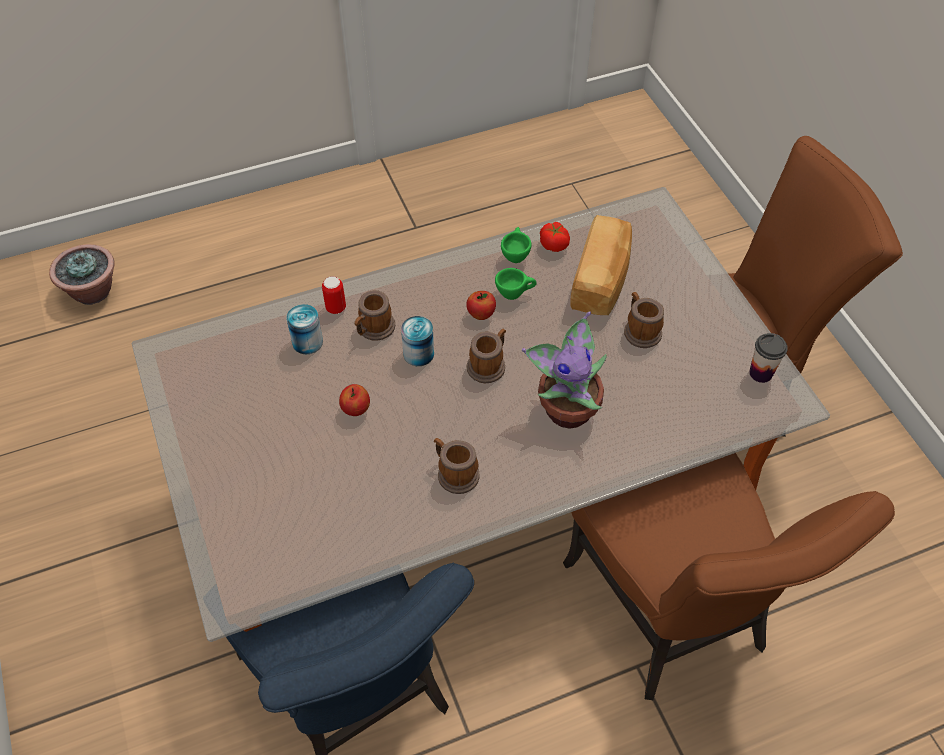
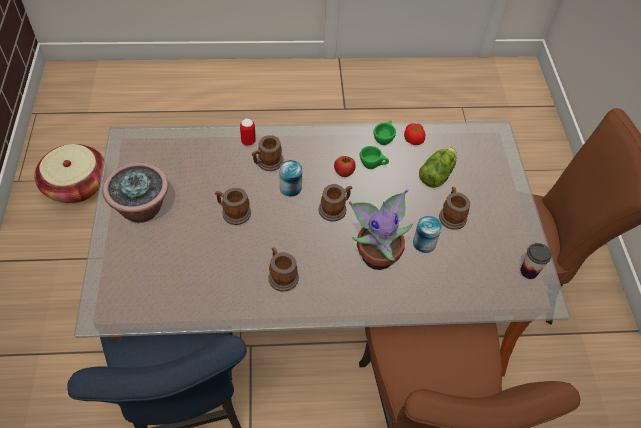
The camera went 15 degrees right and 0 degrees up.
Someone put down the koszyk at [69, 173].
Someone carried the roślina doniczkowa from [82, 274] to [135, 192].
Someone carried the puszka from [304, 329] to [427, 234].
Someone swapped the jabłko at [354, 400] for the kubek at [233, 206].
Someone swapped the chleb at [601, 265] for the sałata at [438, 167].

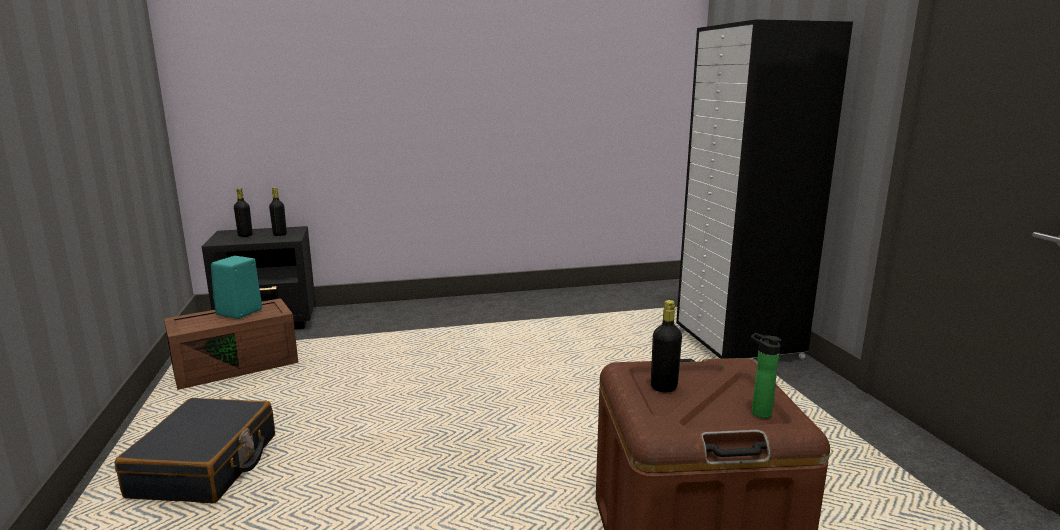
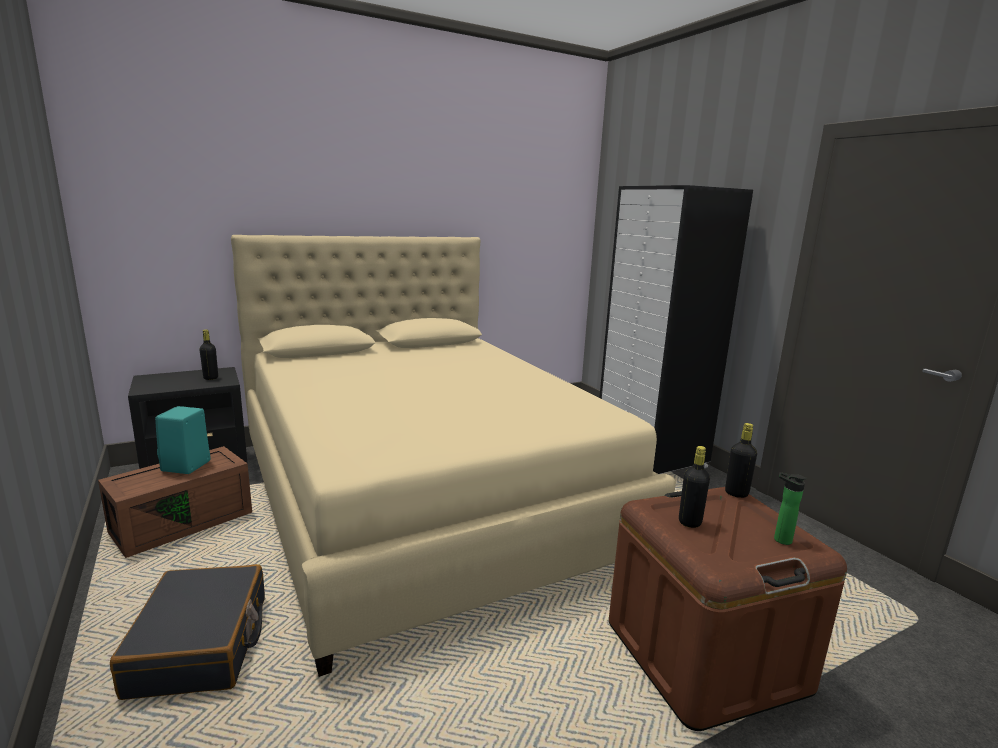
The camera went 15 degrees left and 0 degrees up.
Someone put down the łóżko (beżowy) at [453, 456].
Someone carried the butelka (czarny) from [243, 212] to [741, 460].

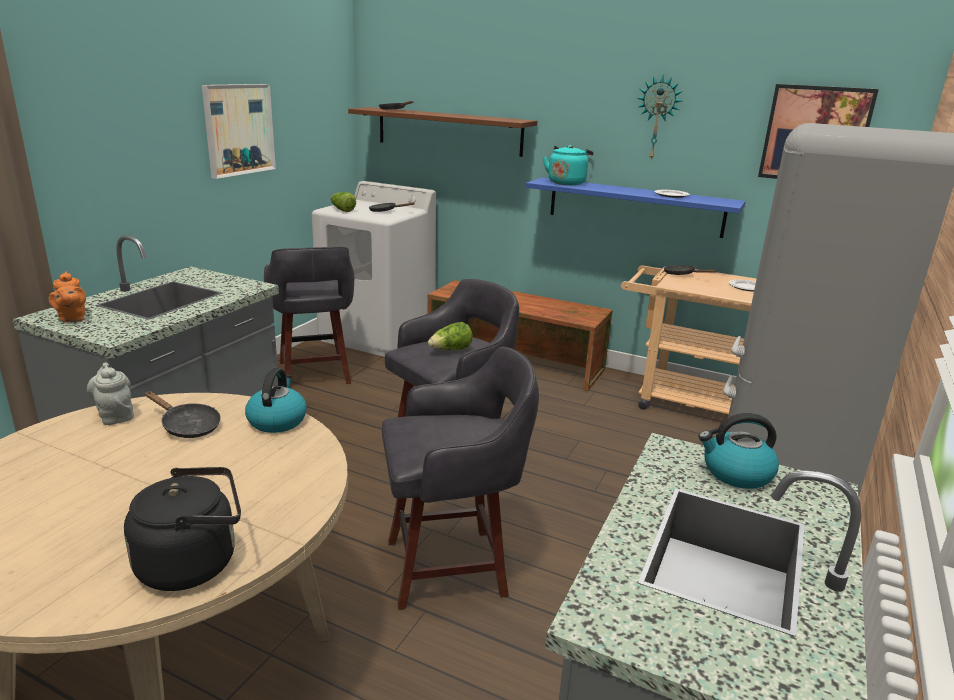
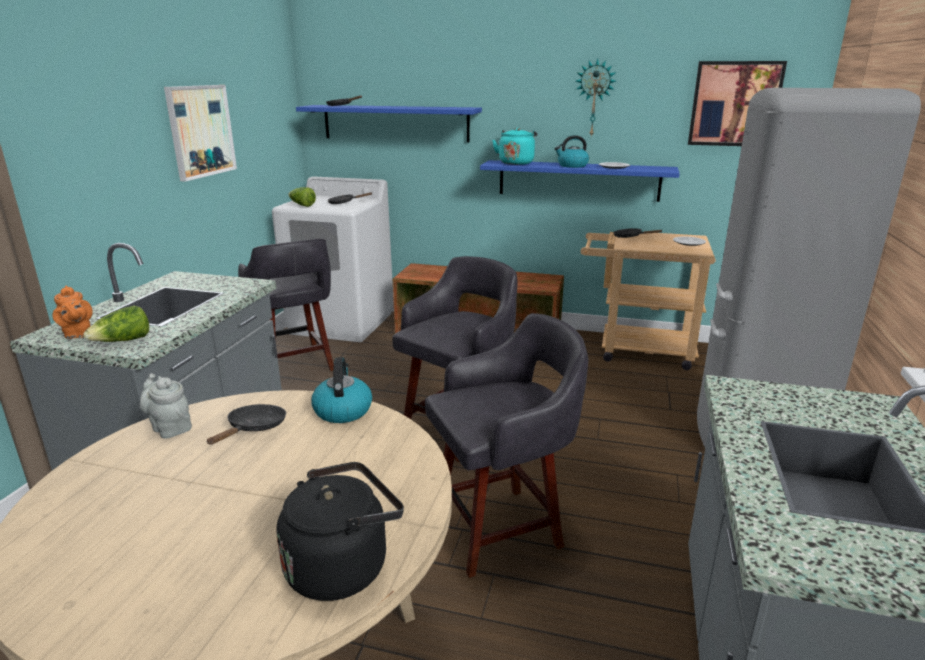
The camera went 10 degrees left and 0 degrees up.
Someone carried the sałata from [450, 336] to [116, 324].
Someone carried the czajnik from [739, 451] to [571, 151].
Someone repainted the półka (brązowy) at [442, 132], which became the półka (niebieski) at [389, 123].
Someone rotated the patelnia (czarny) at [183, 414] by 90 degrees counterclockwise.

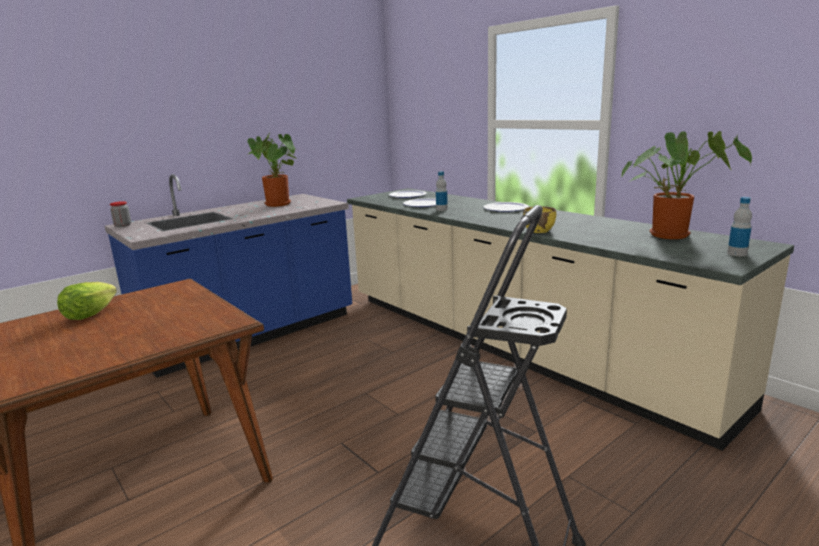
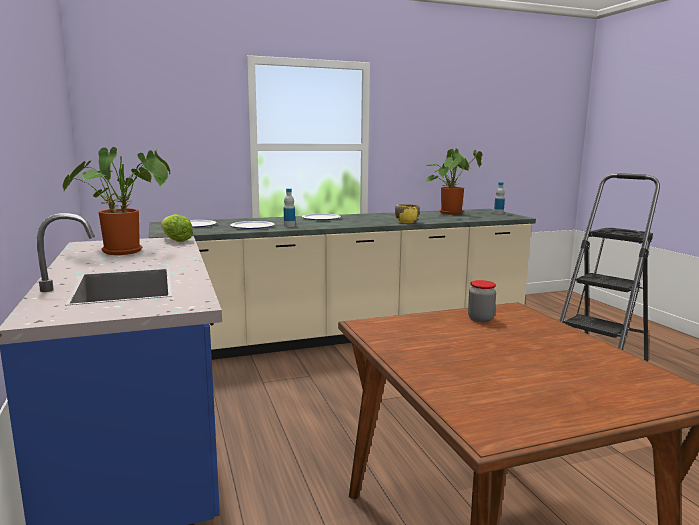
The camera went 70 degrees left and 5 degrees down.
Someone carried the sałata from [87, 301] to [177, 228].
Someone carried the słoik from [120, 214] to [482, 301].

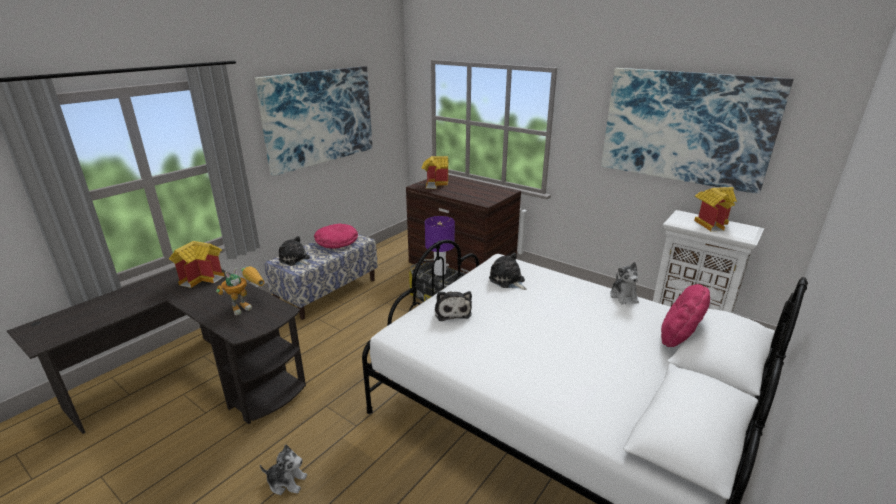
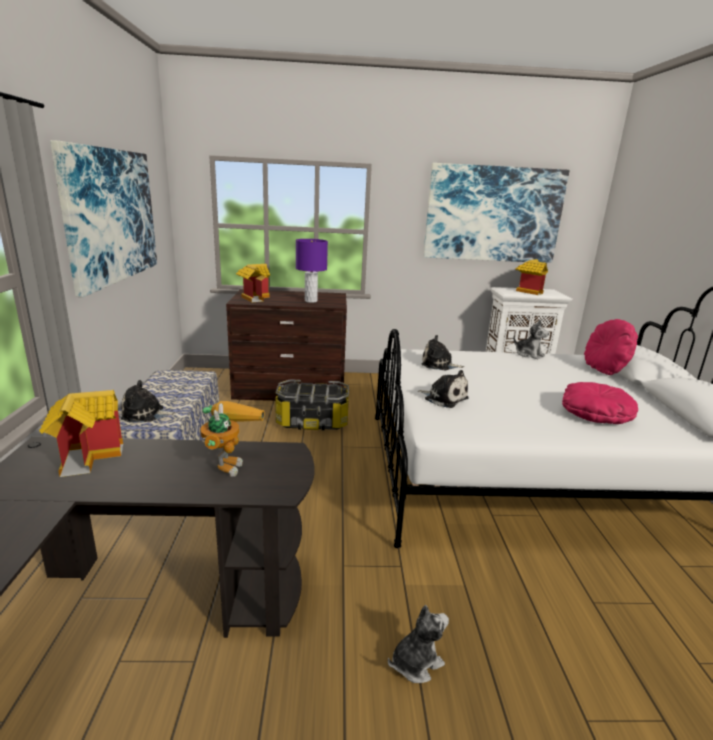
The camera went 40 degrees left and 5 degrees down.
Someone carried the poduszka (różowy) from [336, 236] to [600, 403].
Someone carried the lampa stołowa (fioletowy) from [440, 246] to [312, 271].

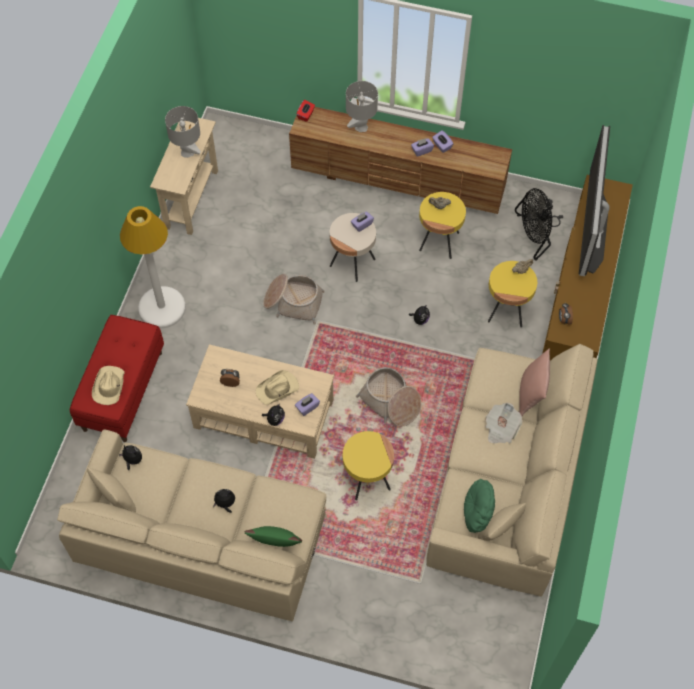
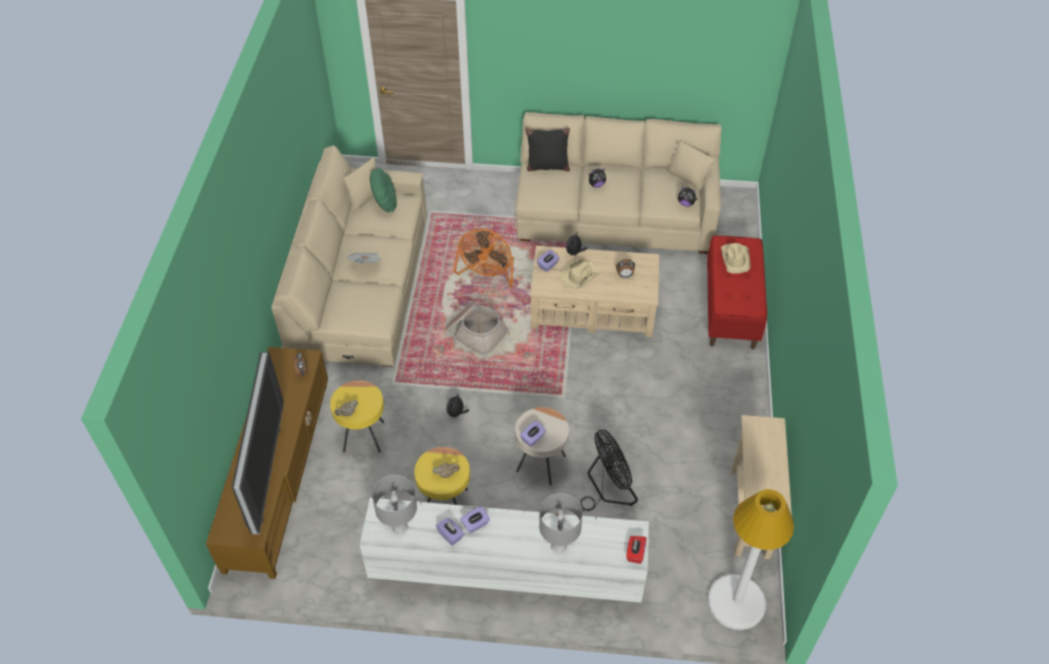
The camera went 170 degrees right and 10 degrees down.
Someone took away the koszyk at [294, 299].
Someone took away the poduszka (różowy) at [534, 382].
Someone carried the lampa stojąca (biały) from [153, 267] to [750, 559].
Someone carried the lampa stołowa (szary) from [183, 132] to [394, 505].
Someone carried the wentylator (czarny) from [539, 224] to [609, 470].
Someone swapped the stolik (żółty) at [368, 465] for the wentylator (pomarańczowy) at [484, 257].
Someone repainted the poduszka (zielony) at [273, 536], which became the poduszka (czarny) at [547, 149].
Someone repainted the szafka (brązowy) at [400, 159], which became the szafka (biały) at [504, 550].

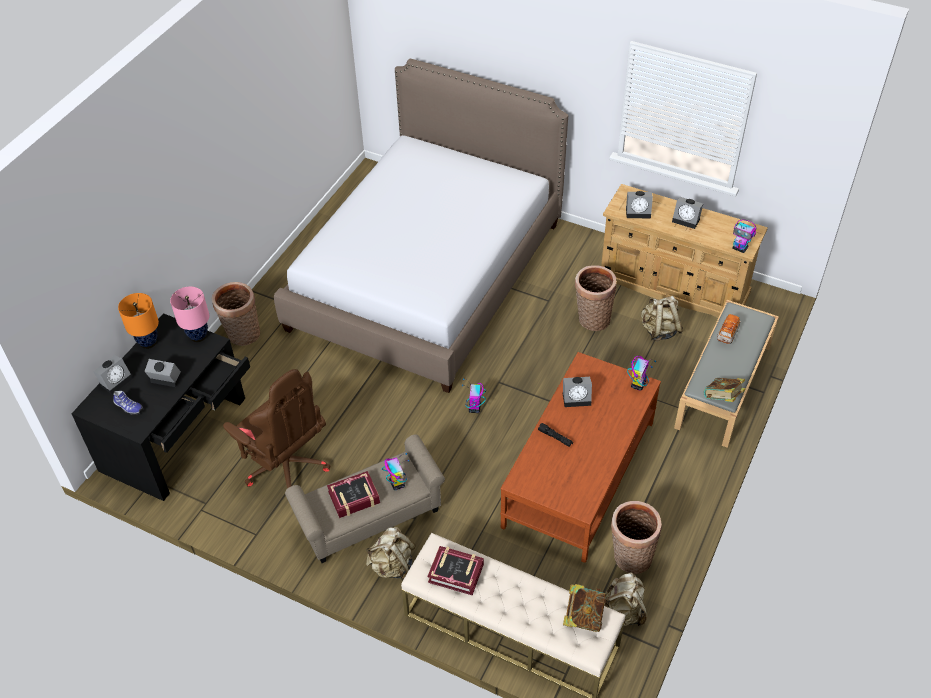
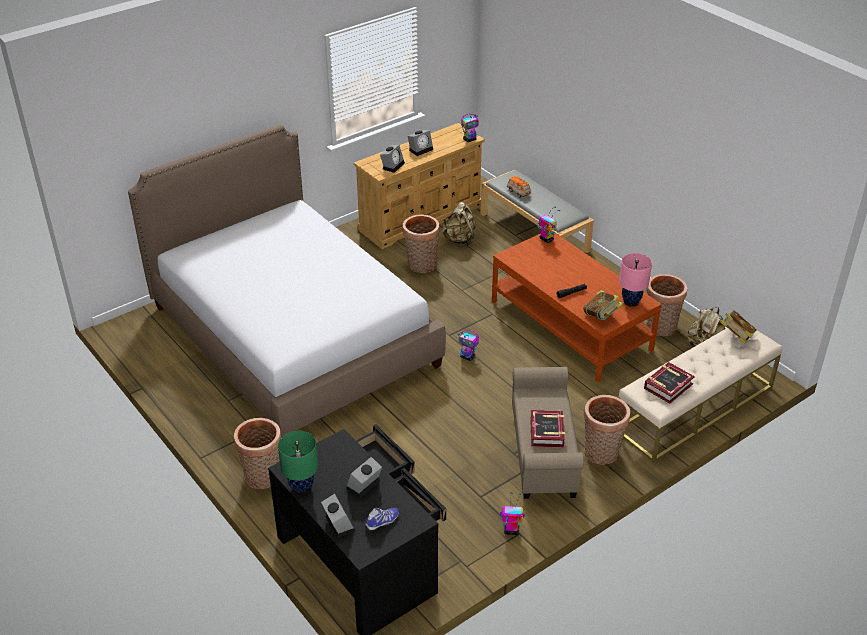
The camera went 65 degrees left and 10 degrees down.
Someone took away the krzesło biurowe (brązowy) at [276, 429].
Someone took away the budzik at [577, 392].
Someone carried the lampa stołowa (różowy) from [189, 314] to [635, 280].
Someone carried the robot zabawkowy from [396, 471] to [512, 513].
Someone carried the książka from [725, 390] to [603, 305].
Someone swapped the plecak (beżowy) at [391, 554] for the koszyk at [607, 430].
Someone repainted the lampa stołowa (pomarańczowy) at [138, 321], which became the lampa stołowa (zielony) at [298, 463].

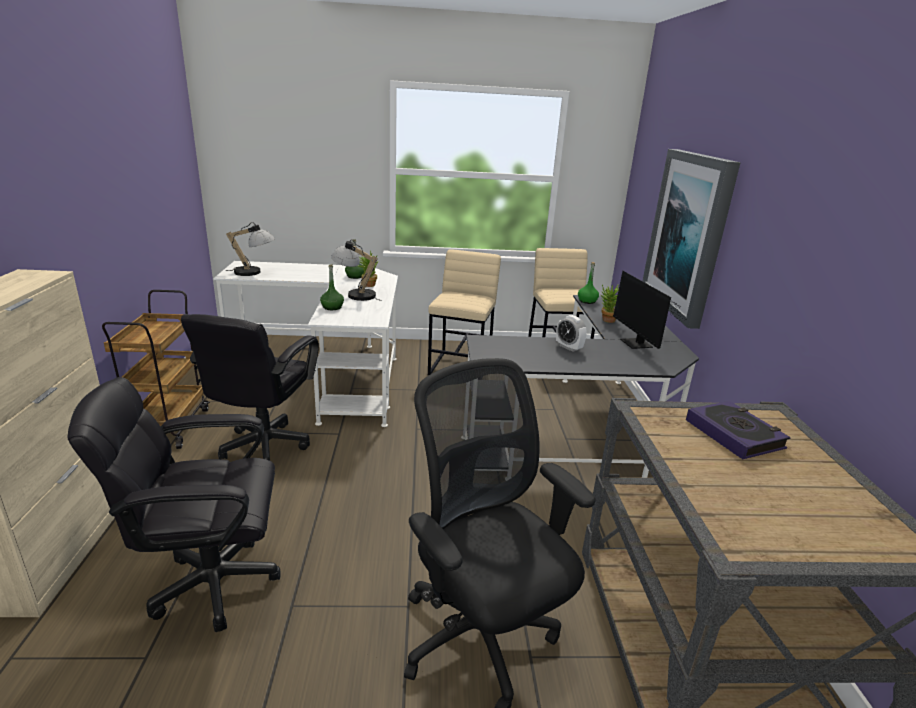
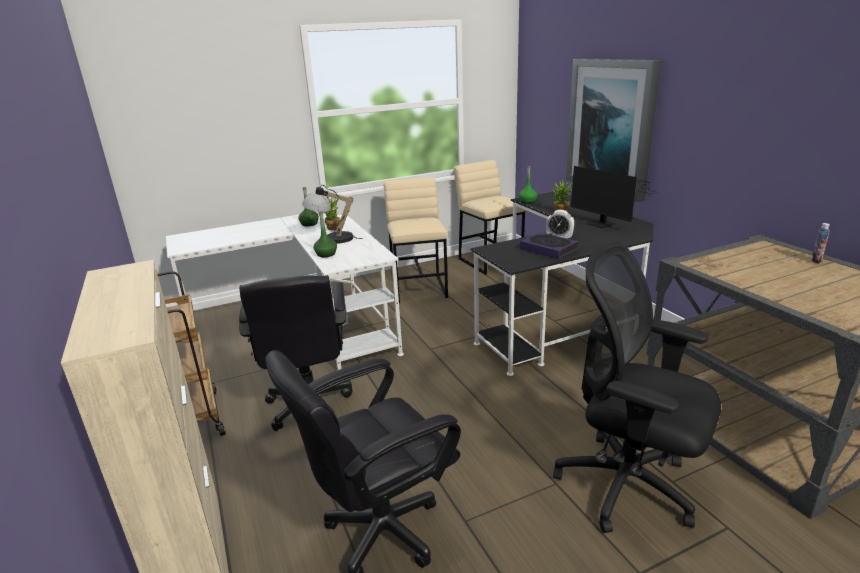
The camera went 20 degrees left and 0 degrees up.
Someone took away the lampa stołowa at [250, 249].
Someone put down the butelka at [820, 243].
Someone carried the książka from [738, 430] to [549, 245].

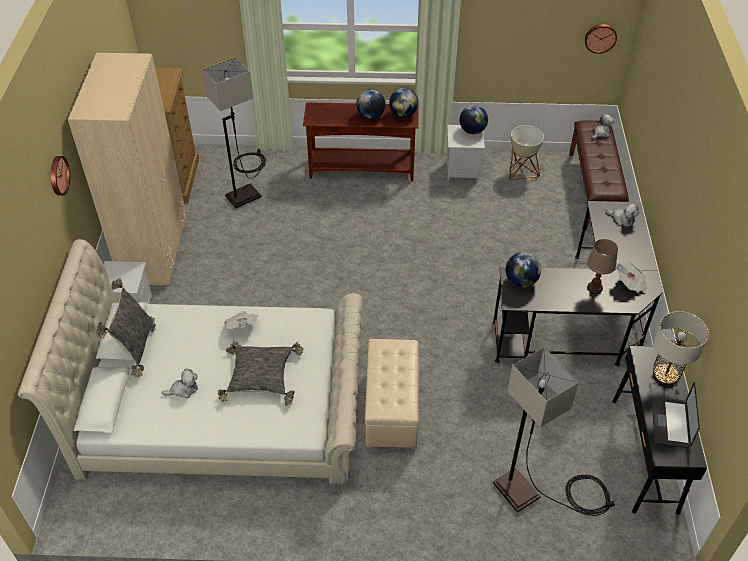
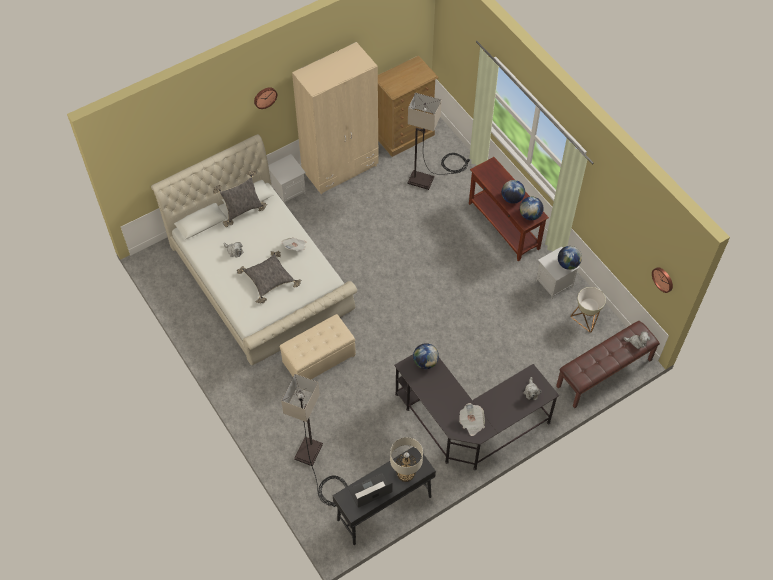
The camera went 55 degrees right and 10 degrees up.
Someone took away the lampa stołowa (brązowy) at [602, 266].

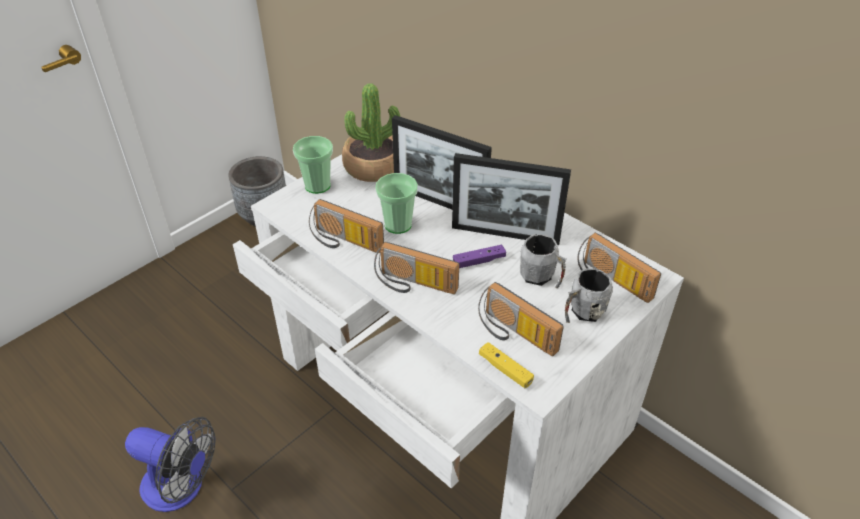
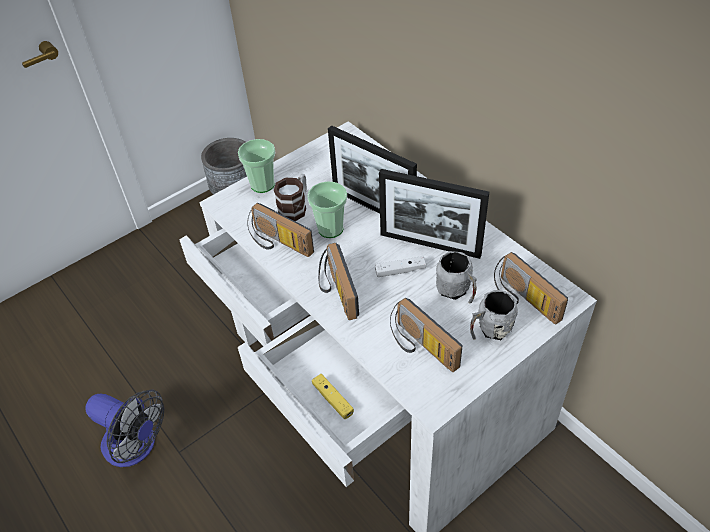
The camera went 10 degrees right and 5 degrees up.
Someone took away the roślina doniczkowa at [371, 132].
Someone put down the kubek at [290, 197].
Someone carried the pad do gier (żółty) from [506, 365] to [333, 396].
Someone repainted the pad do gier (fioletowy) at [479, 256], which became the pad do gier (biały) at [400, 266].
Someone rotated the radio at [416, 268] by 45 degrees clockwise.

